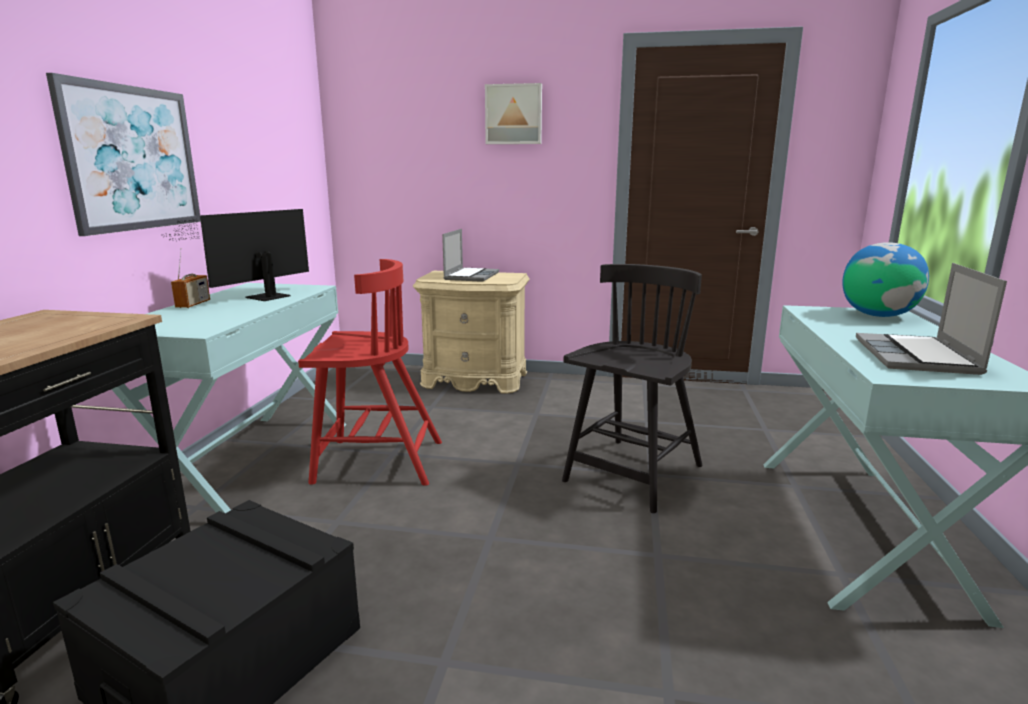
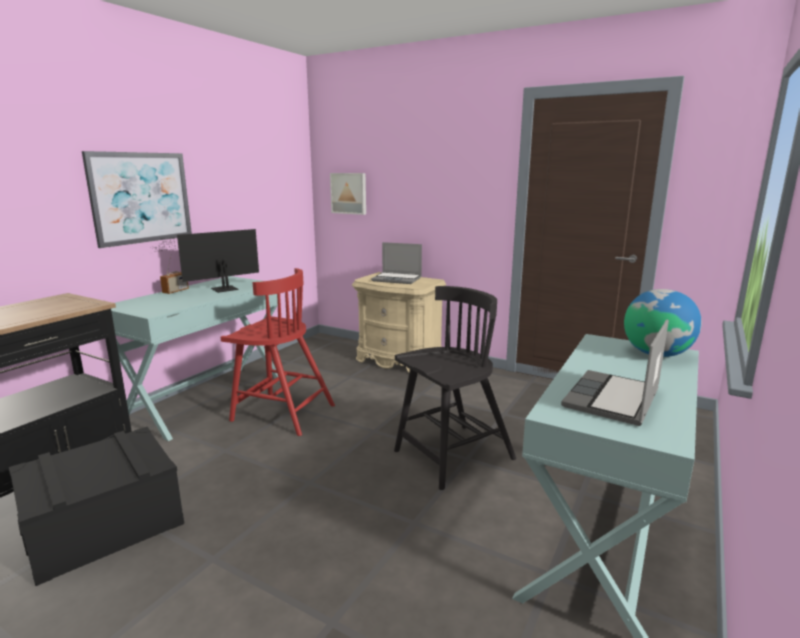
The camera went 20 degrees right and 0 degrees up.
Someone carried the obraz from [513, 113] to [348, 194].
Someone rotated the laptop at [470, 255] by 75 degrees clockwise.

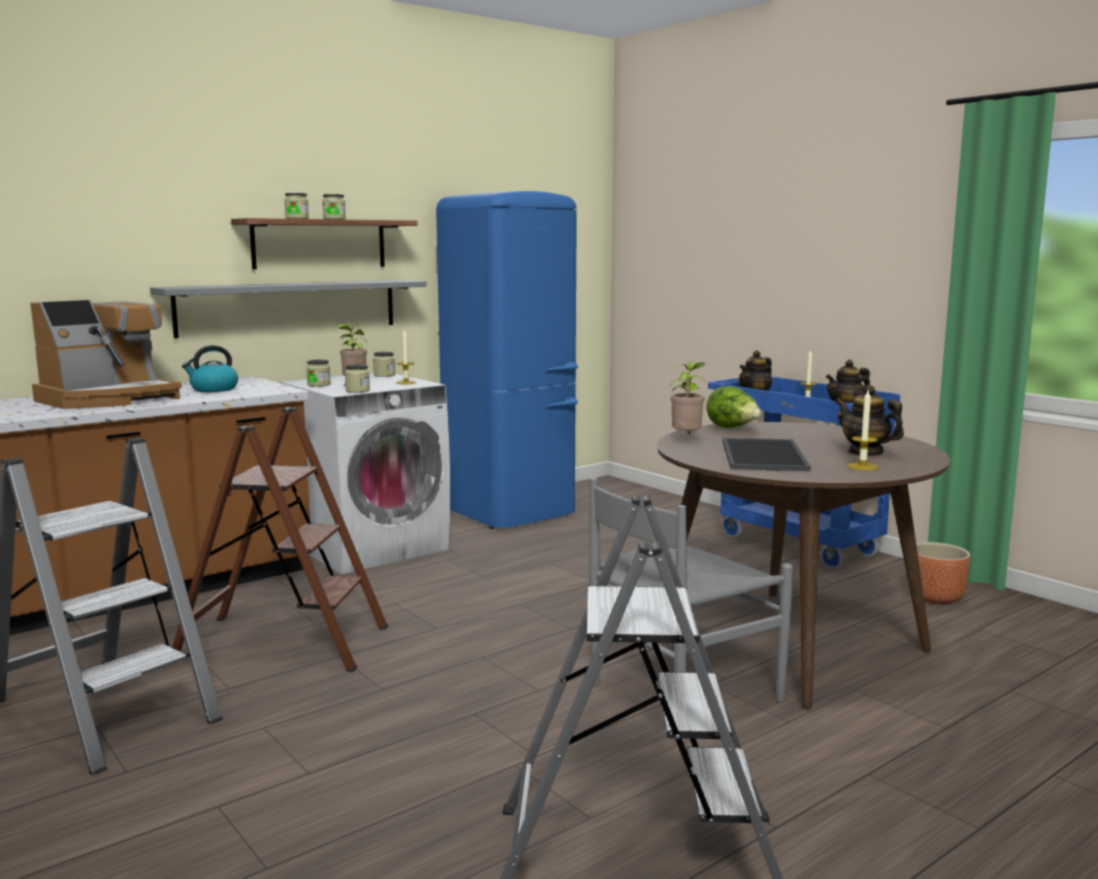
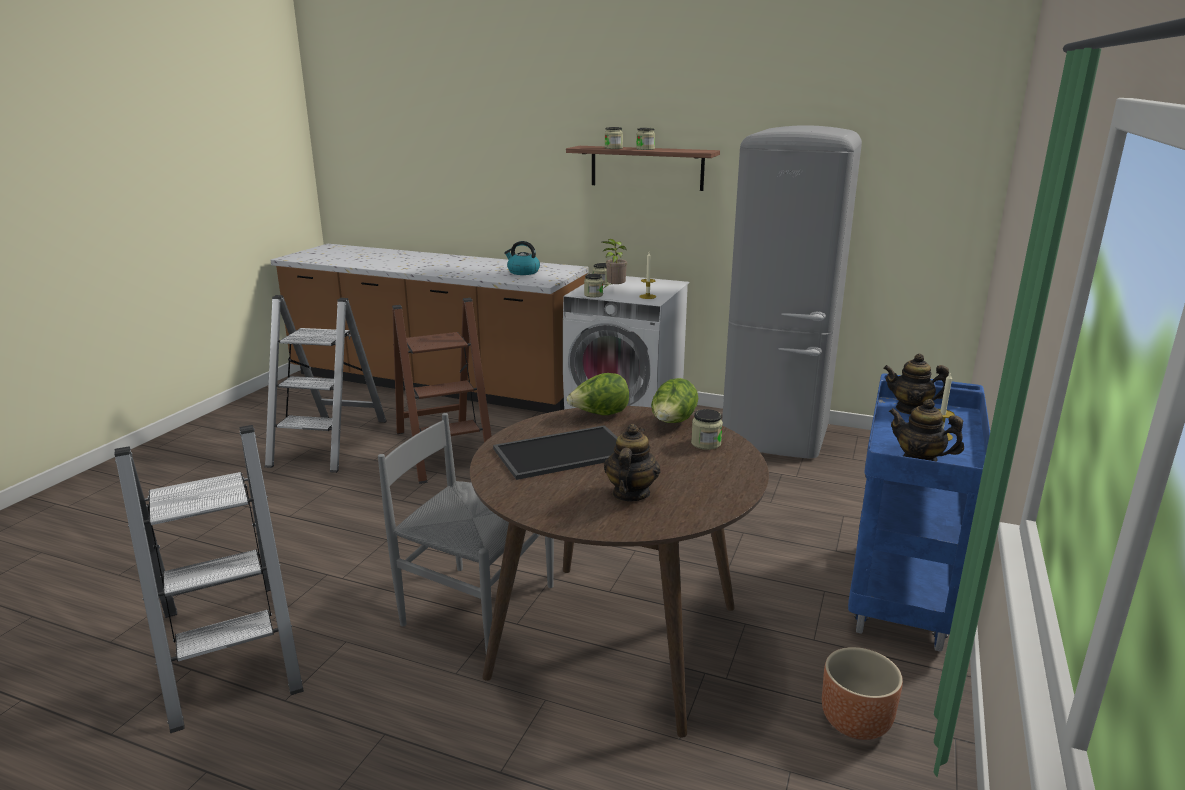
The camera went 60 degrees right and 10 degrees up.
Someone took away the ekspres do kawy at [106, 354].
Someone took away the półka (szary) at [288, 309].
Someone took away the świeca at [862, 430].
Someone carried the słoik from [384, 364] to [707, 429].
Someone swapped the roślina doniczkowa at [688, 398] for the sałata at [598, 394].
Someone repainted the lodówka (niebieski) at [507, 360], which became the lodówka (szary) at [792, 291].

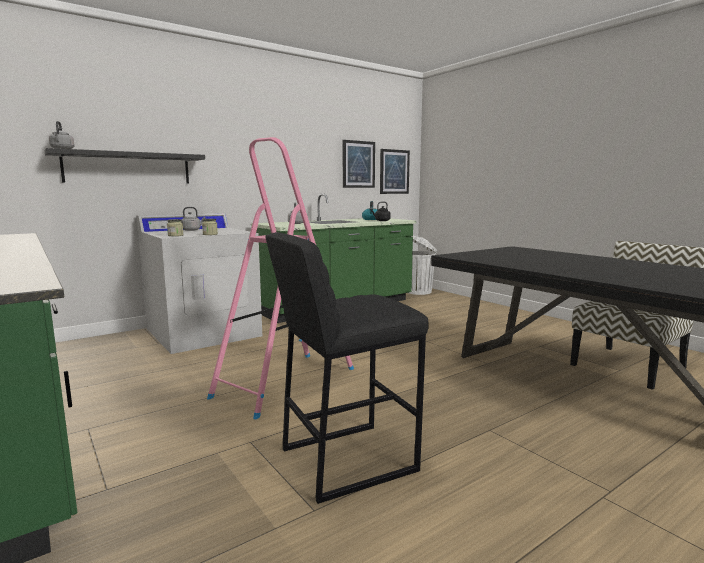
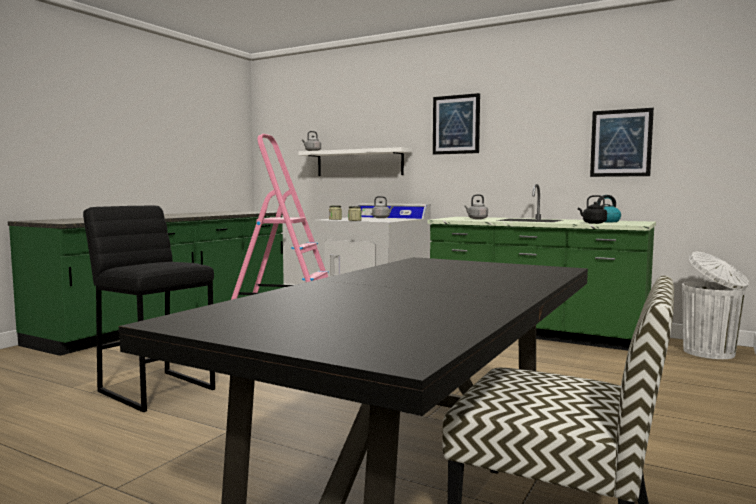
The camera went 65 degrees right and 5 degrees down.
Someone carried the obraz from [395, 171] to [456, 124].
Someone repainted the półka (czarny) at [125, 166], which became the półka (biały) at [355, 161].

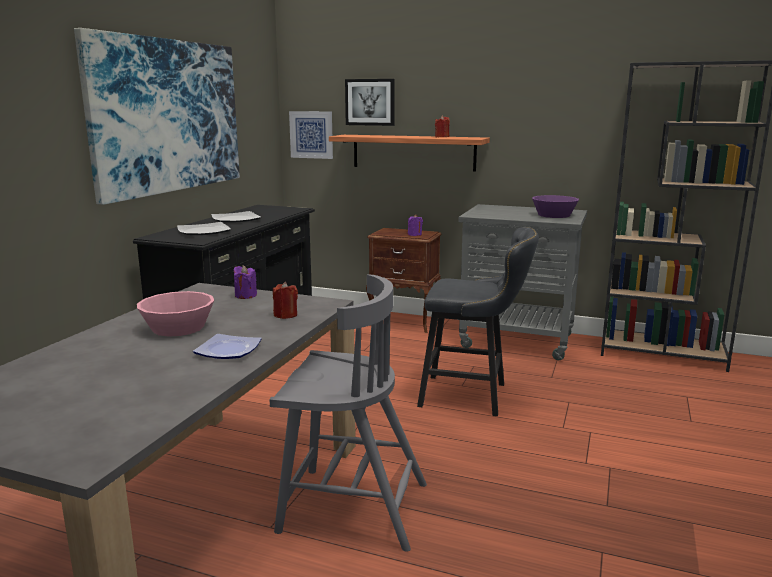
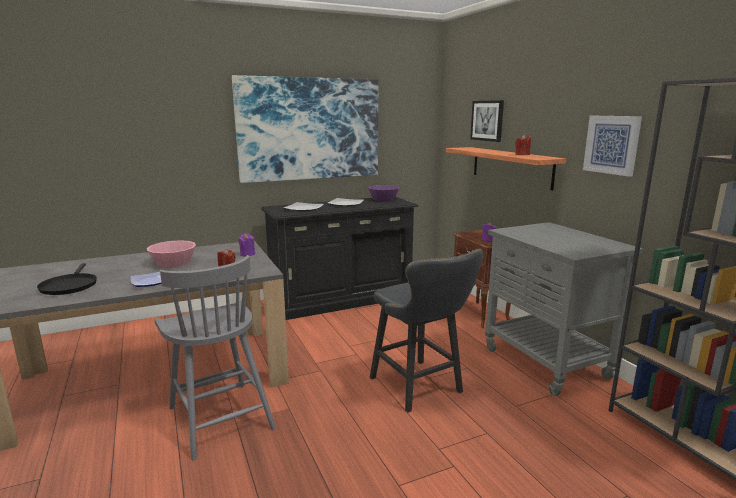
The camera went 45 degrees right and 0 degrees up.
Someone put down the patelnia (czarny) at [67, 279].
Someone carried the obraz from [311, 135] to [612, 146].
Someone carried the miska (fioletowy) from [555, 206] to [384, 193].

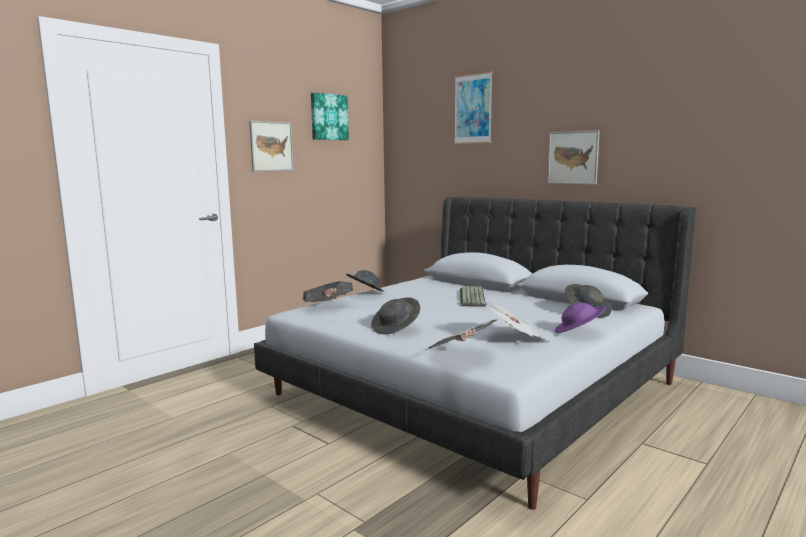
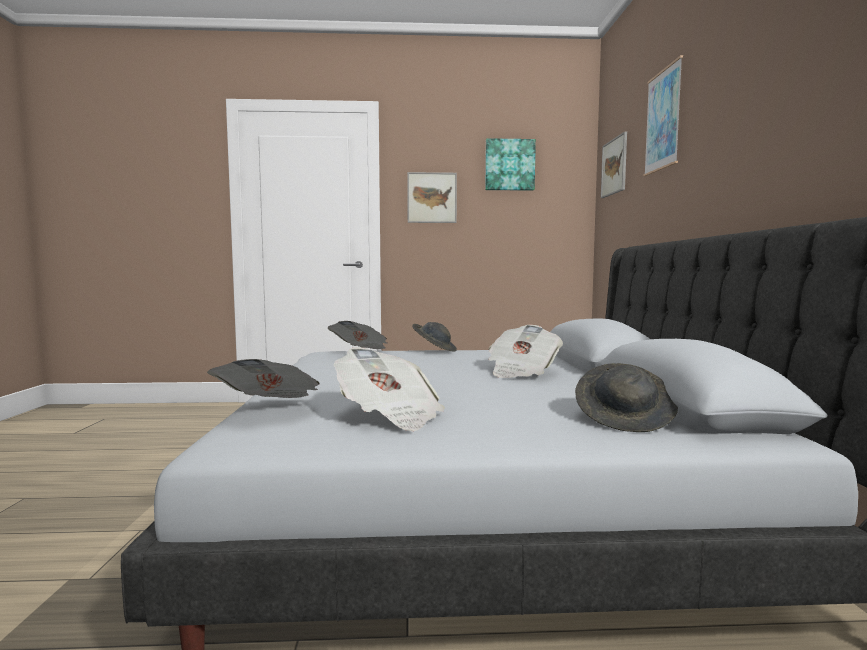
The camera went 45 degrees right and 5 degrees down.
Someone took away the kapelusz (szary) at [395, 315].
Someone took away the kapelusz (fioletowy) at [580, 317].
Someone carried the obraz from [573, 157] to [614, 164].
Someone swapped the klawiatura at [473, 296] for the gazeta at [525, 351].

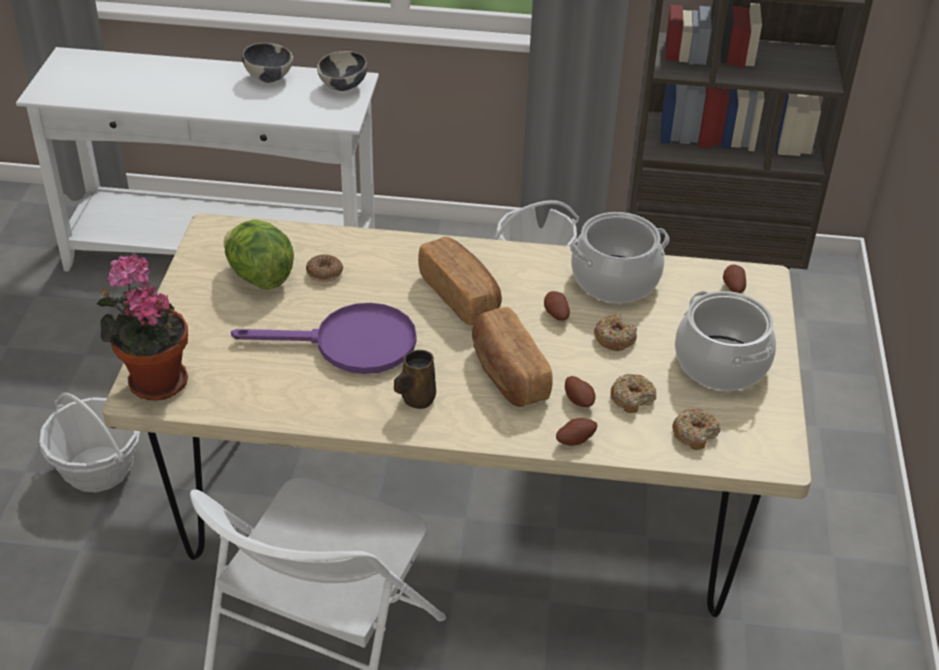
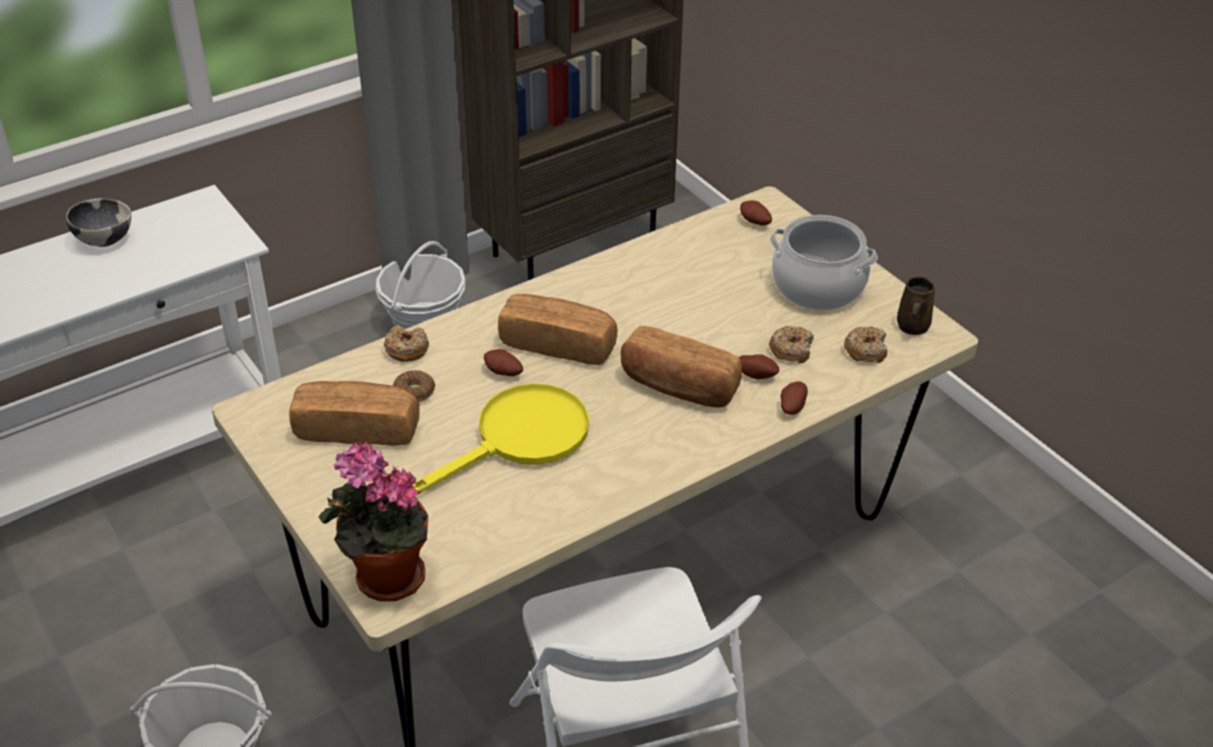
The camera went 40 degrees left and 0 degrees up.
Someone took away the miska at [342, 71].
Someone took away the garnek at [619, 257].
Someone carried the kubek (brązowy) from [415, 379] to [916, 305].
Someone carried the ziemniak from [557, 306] to [503, 362].
Someone carried the donut from [615, 332] to [406, 343].
Someone swapped the sałata at [259, 255] for the chleb at [354, 413].
Someone repainted the patelnia (fioletowy) at [324, 338], which became the patelnia (żółty) at [501, 439].

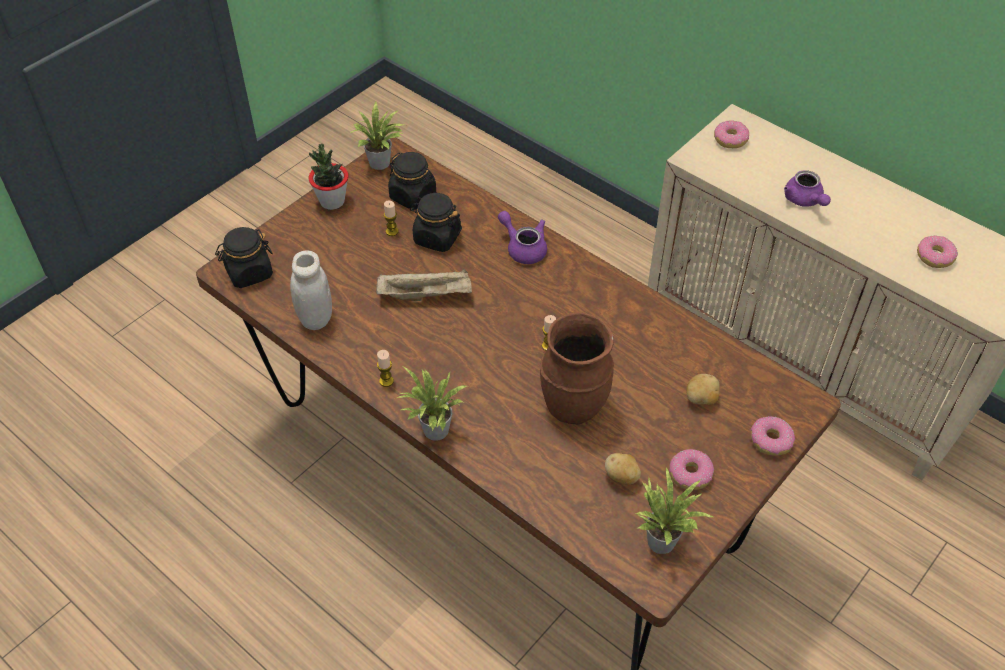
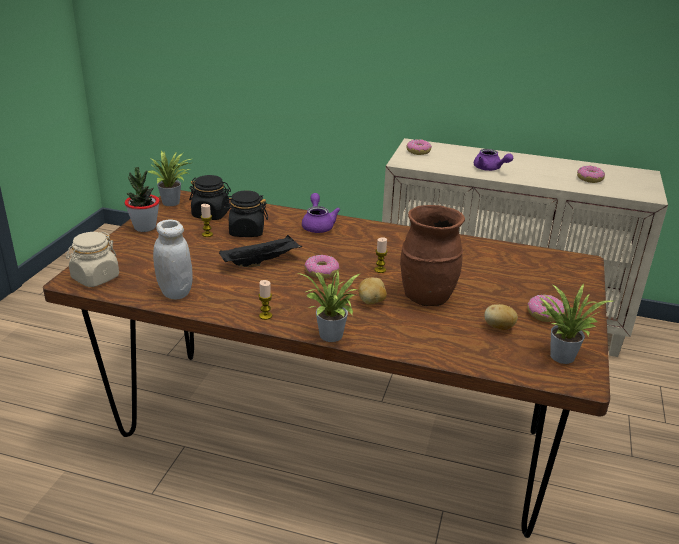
The camera went 25 degrees left and 20 degrees down.
Someone carried the ziemniak from [703, 389] to [372, 291].
Someone carried the donut from [773, 436] to [322, 266].
Someone repainted the słoik (czarny) at [244, 257], which became the słoik (beżowy) at [92, 259].
Someone repainted the taca (beżowy) at [424, 285], which became the taca (czarny) at [261, 251].
Someone rotated the imbryk (fioletowy) at [522, 237] by 60 degrees clockwise.

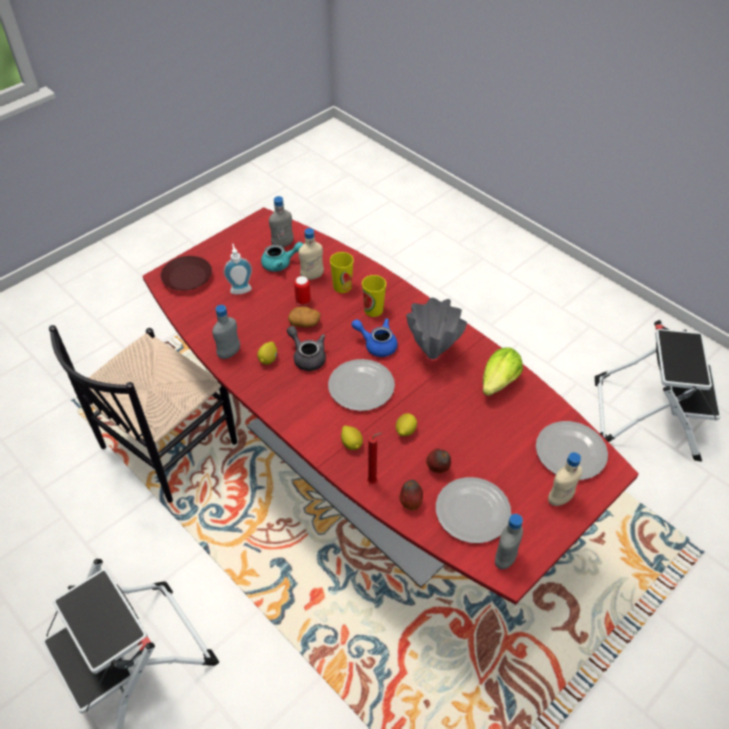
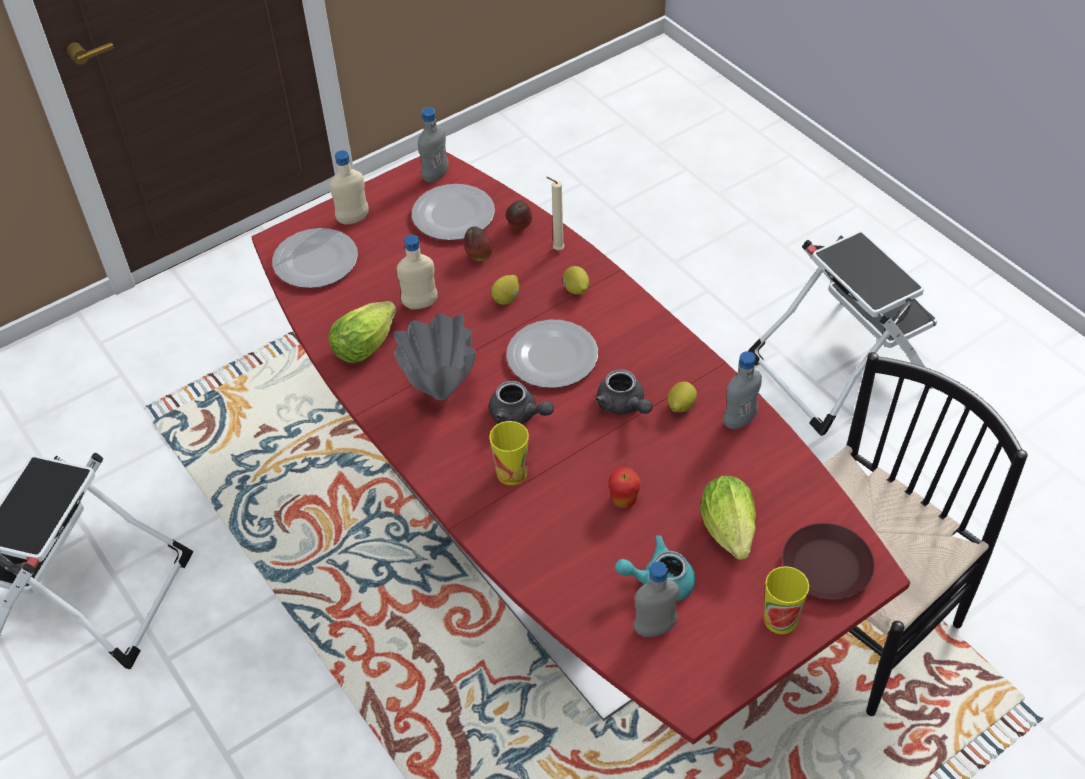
The camera went 170 degrees left and 0 degrees up.
Someone took away the ziemniak at [304, 317].
Someone carried the butelka (beżowy) from [311, 254] to [417, 272].
Someone carried the filiżanka from [342, 272] to [786, 600].
Someone swapped the dozownik mydła at [238, 269] for the sałata at [728, 518].
Someone swapped the puszka at [302, 290] for the jabłko at [624, 487].
Someone repainted the imbryk (niebieski) at [374, 337], which became the imbryk (szary) at [521, 402].
Someone repainted the świeca (czerwony) at [374, 458], which became the świeca (beżowy) at [555, 213].

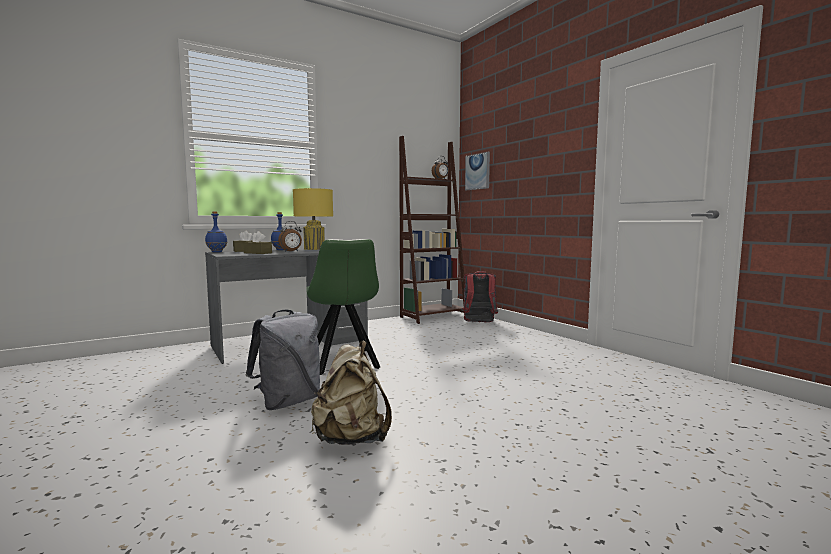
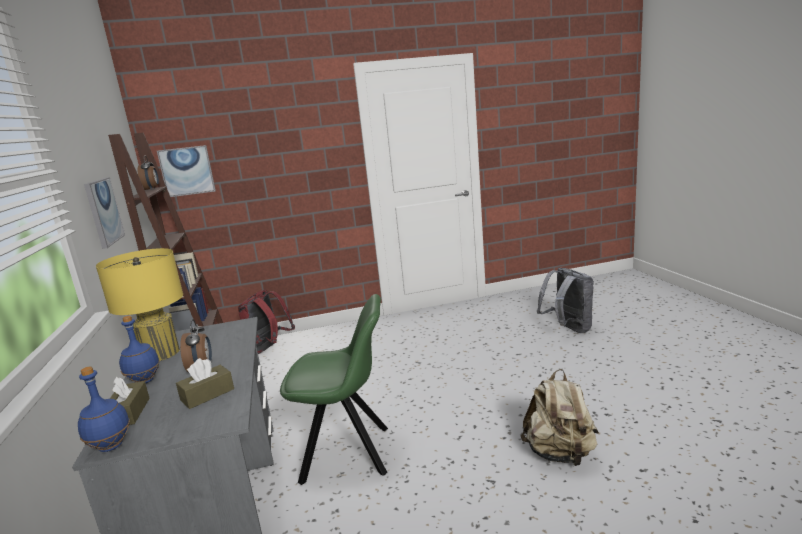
The camera went 70 degrees left and 10 degrees up.
Someone put up the obraz at [104, 213].
Someone carried the plecak (szary) from [283, 359] to [565, 300].

